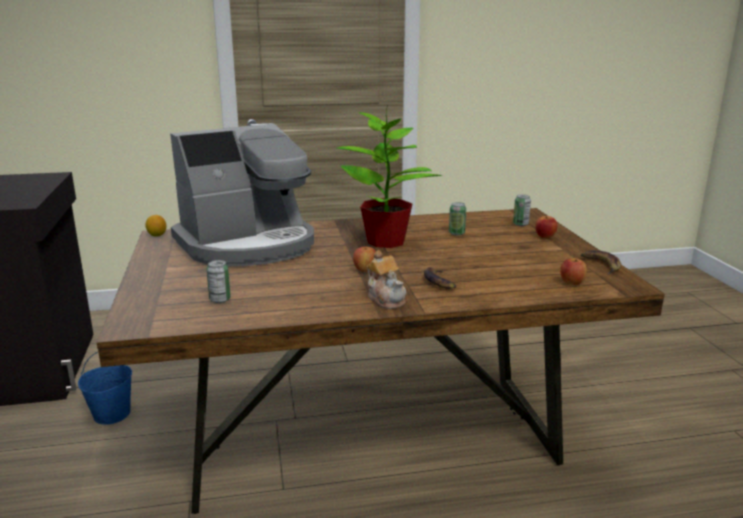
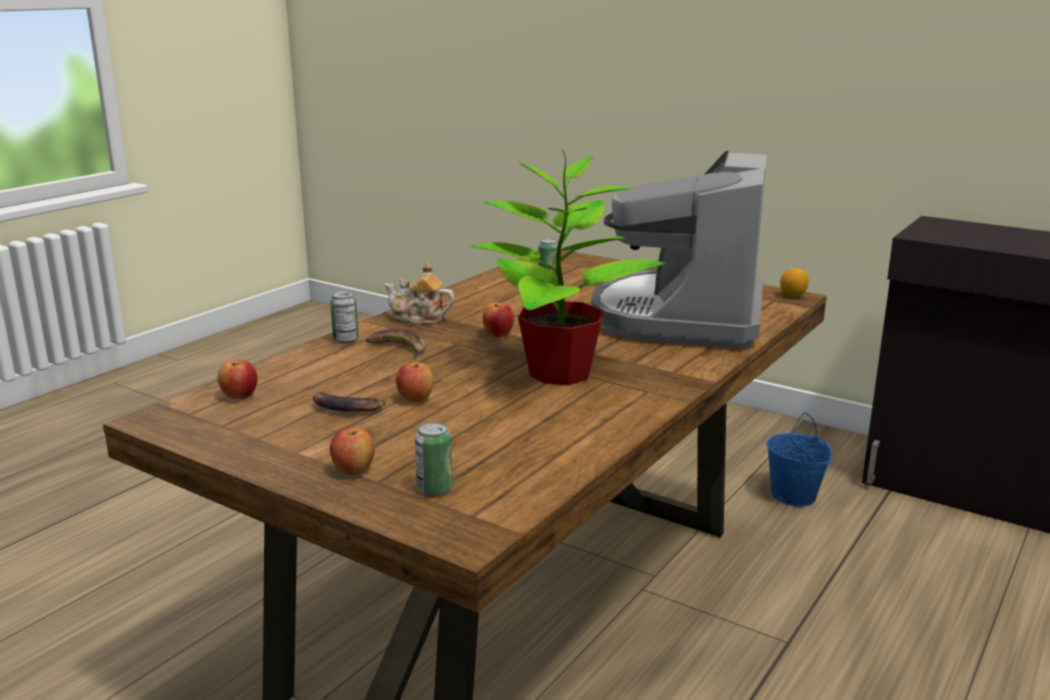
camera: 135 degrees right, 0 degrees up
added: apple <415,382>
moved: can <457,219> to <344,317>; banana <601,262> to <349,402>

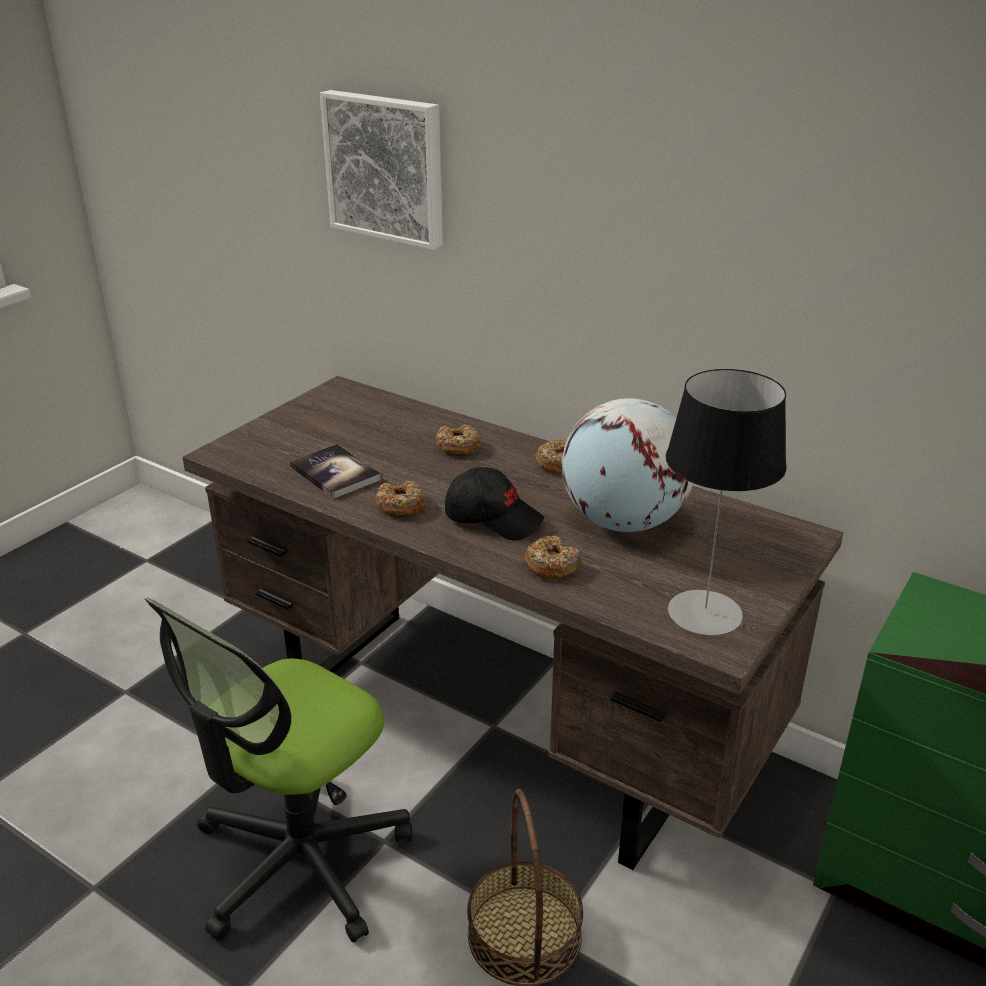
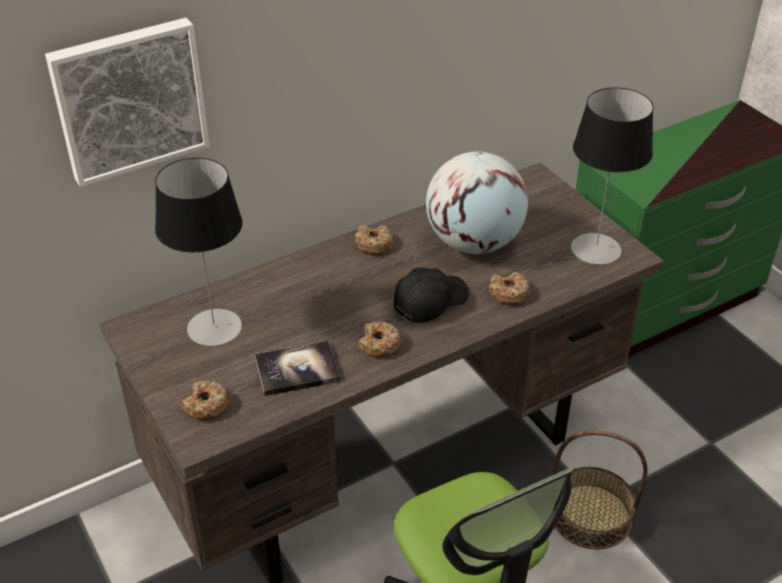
camera: 65 degrees left, 10 degrees up
added: table lamp <199,252>
moved: donut <458,440> to <206,400>

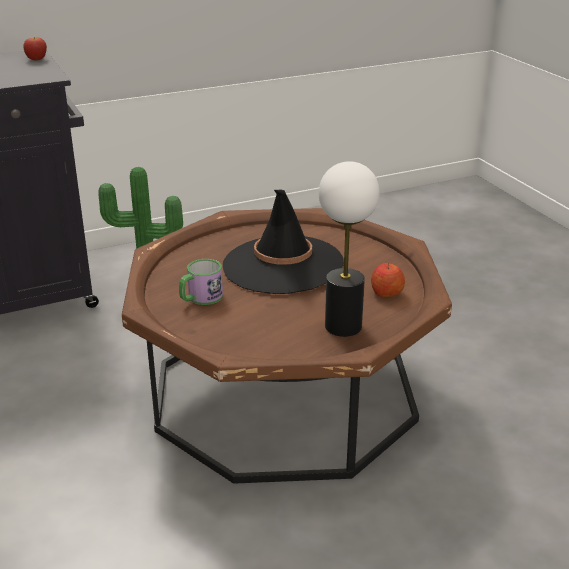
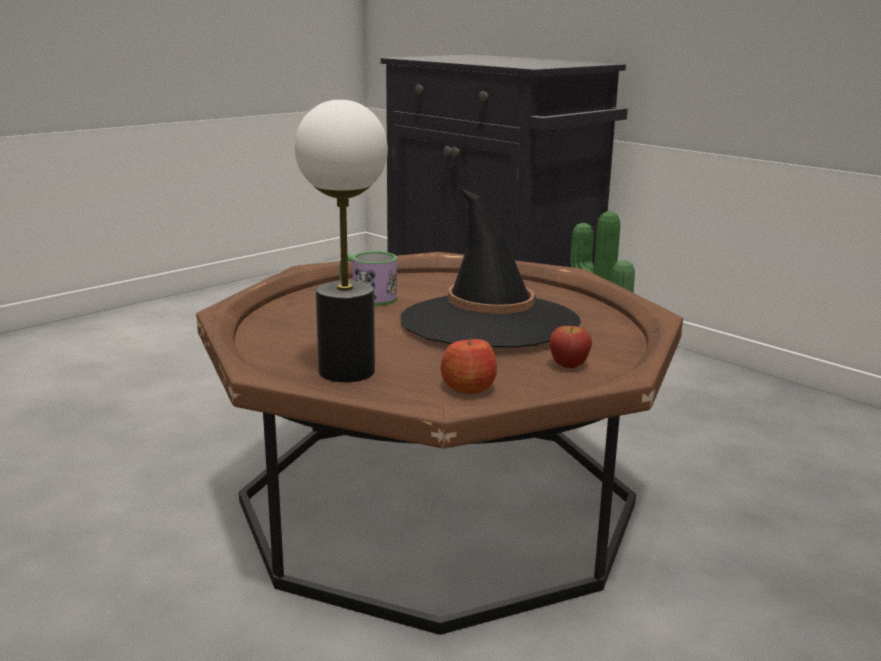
camera: 70 degrees right, 10 degrees down
moved: apple <35,48> to <570,347>

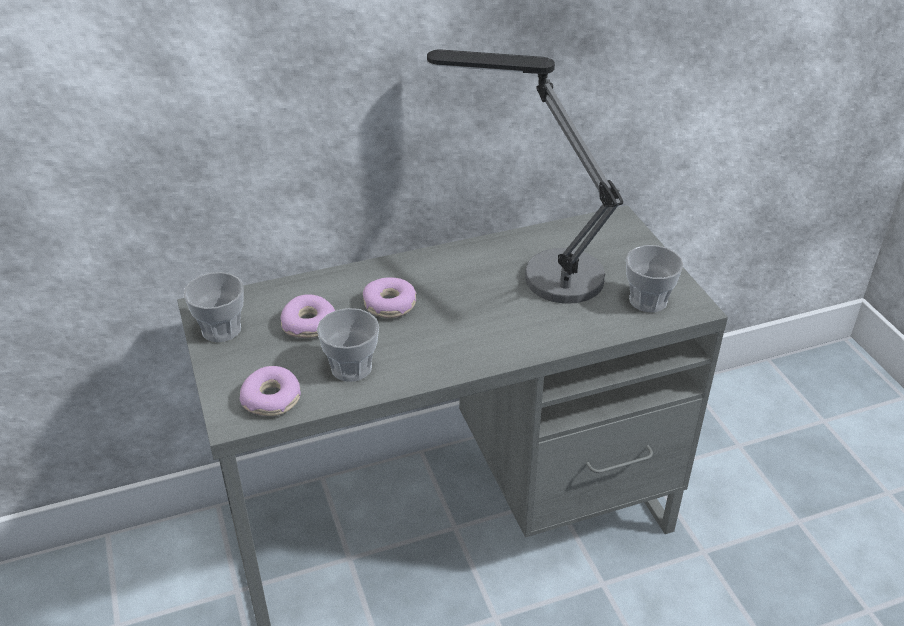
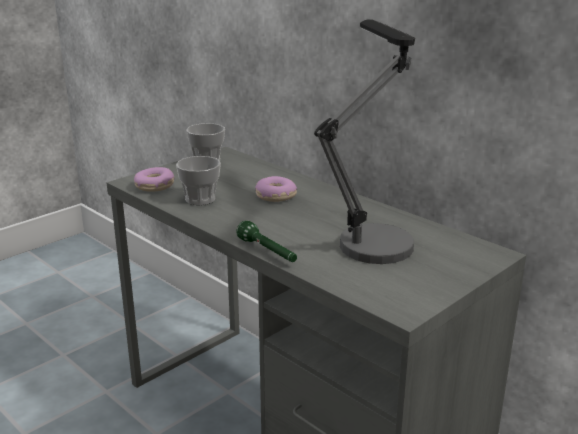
camera: 65 degrees right, 15 degrees down
removed: cup <655,278>; donut <308,316>
added: green flashlight <266,241>

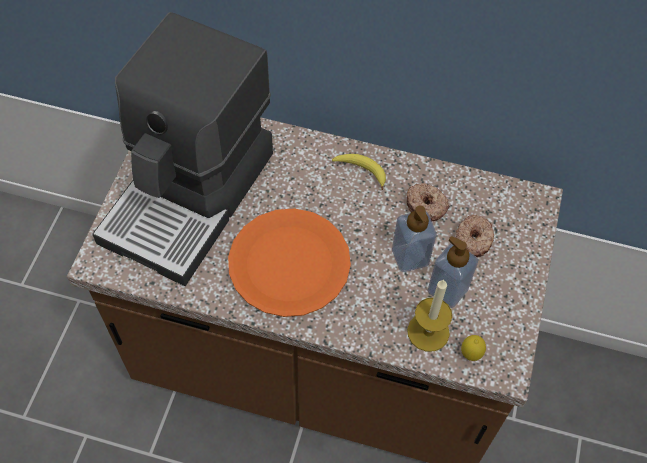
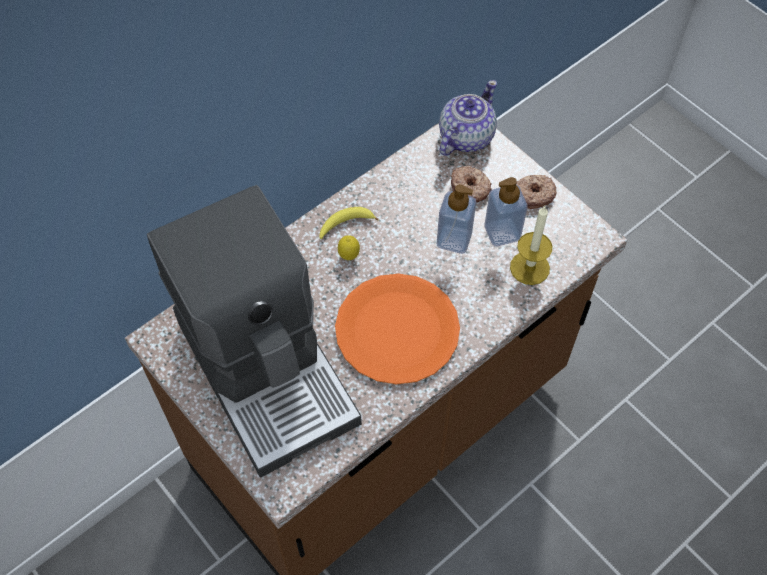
camera: 55 degrees left, 0 degrees up
added: teapot <468,118>
moved: donut <428,202> to <536,192>; lemon <473,348> to <349,247>

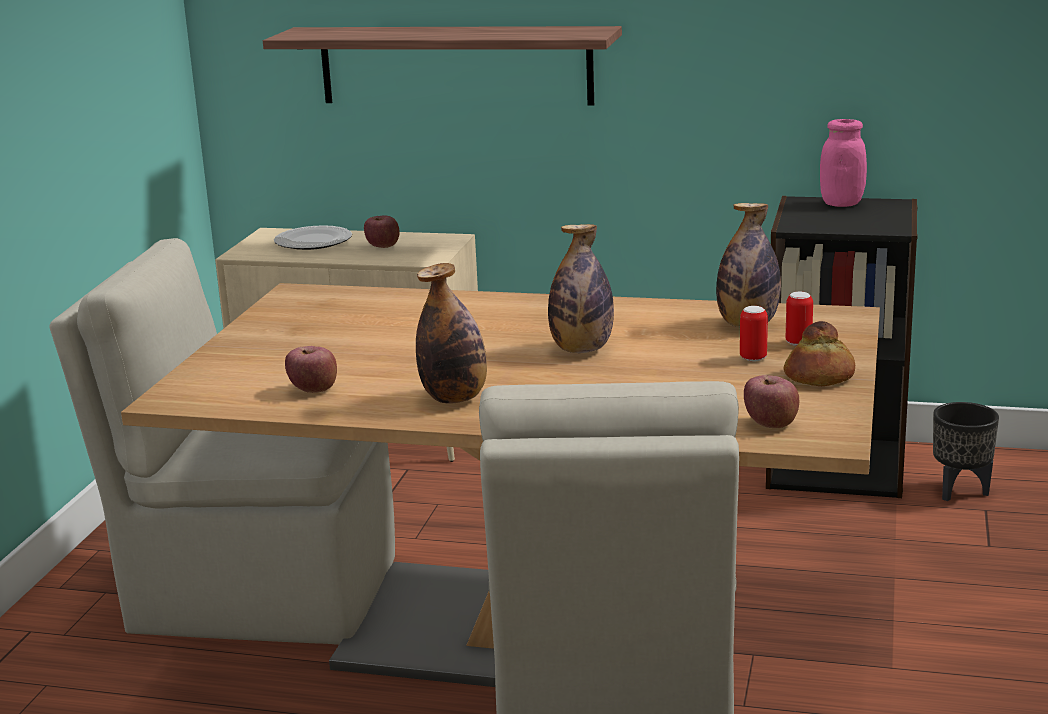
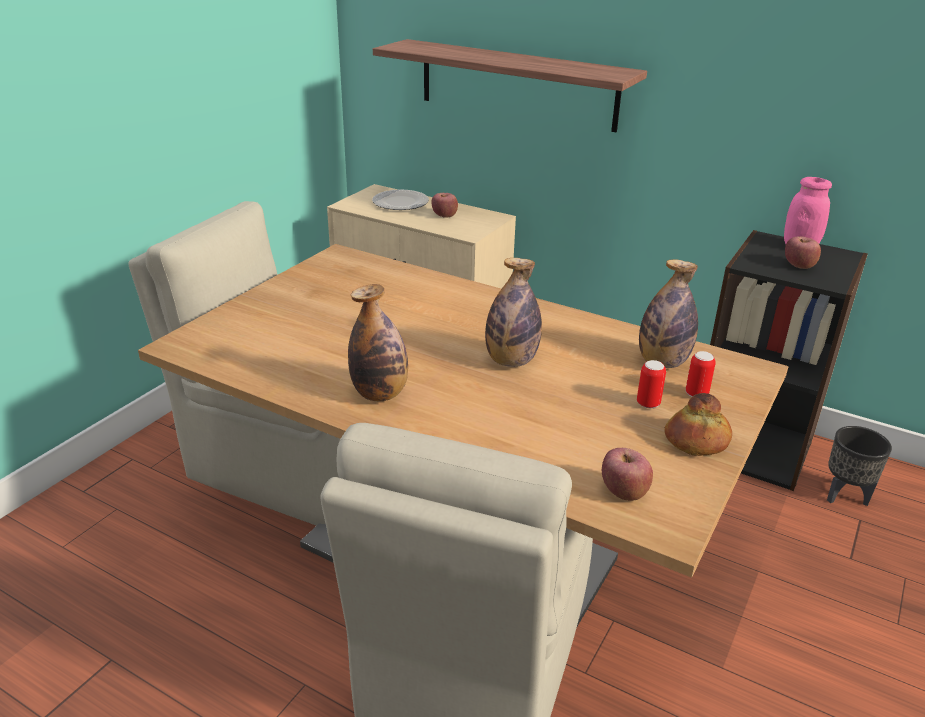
camera: 15 degrees right, 10 degrees up
moved: apple <311,369> to <803,252>

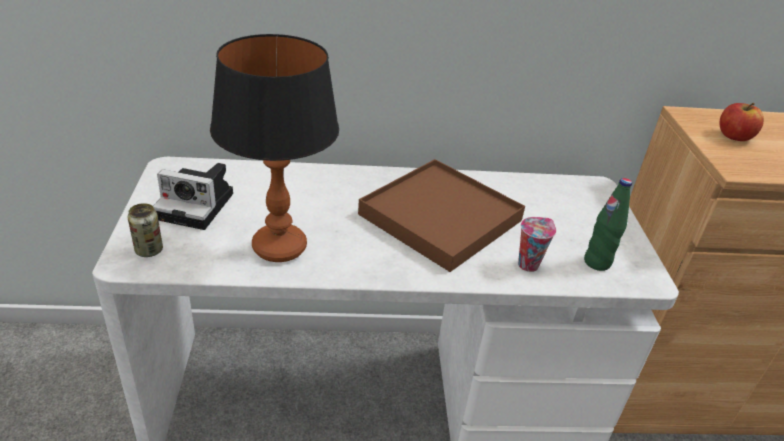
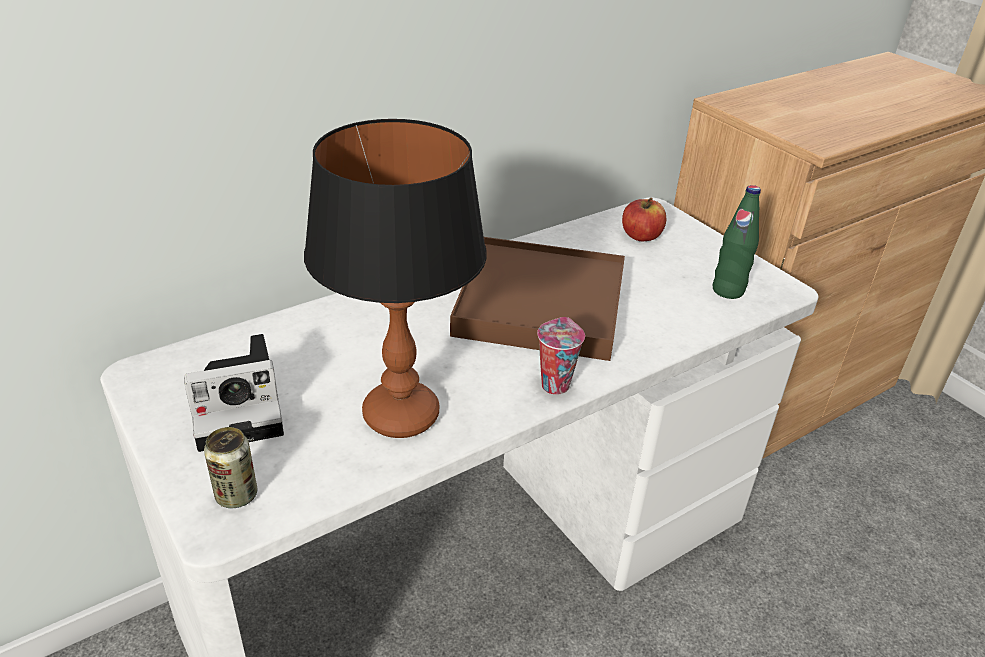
camera: 30 degrees left, 0 degrees up
moved: apple <741,122> to <644,219>; cup <537,244> to <561,356>

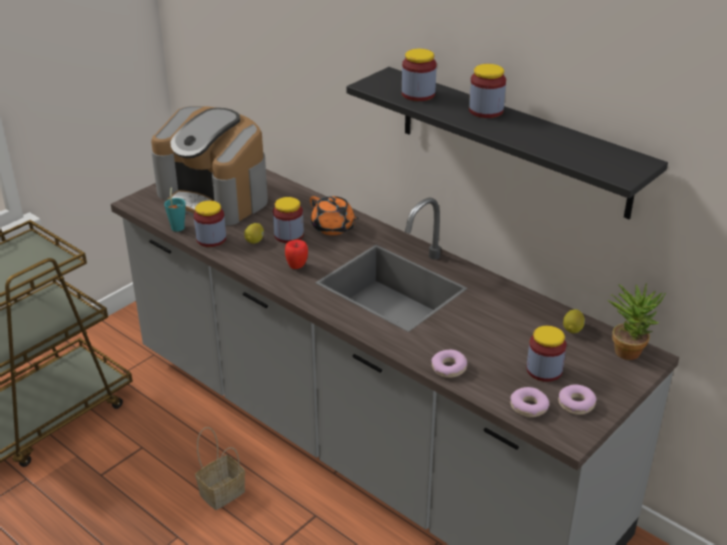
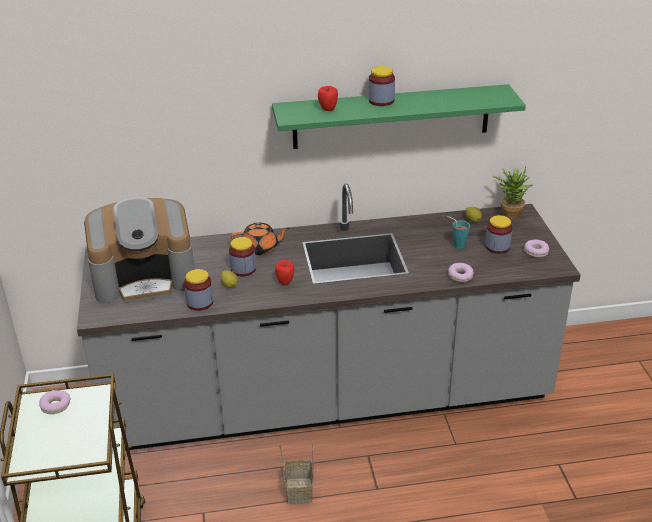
camera: 50 degrees left, 0 degrees up
moved: turquoise cup <174,209> to <458,232>; donut <529,402> to <55,402>
replaced: jar <419,75> to apple <328,98>
recoloured: black shelf <507,143> to green shelf <399,116>

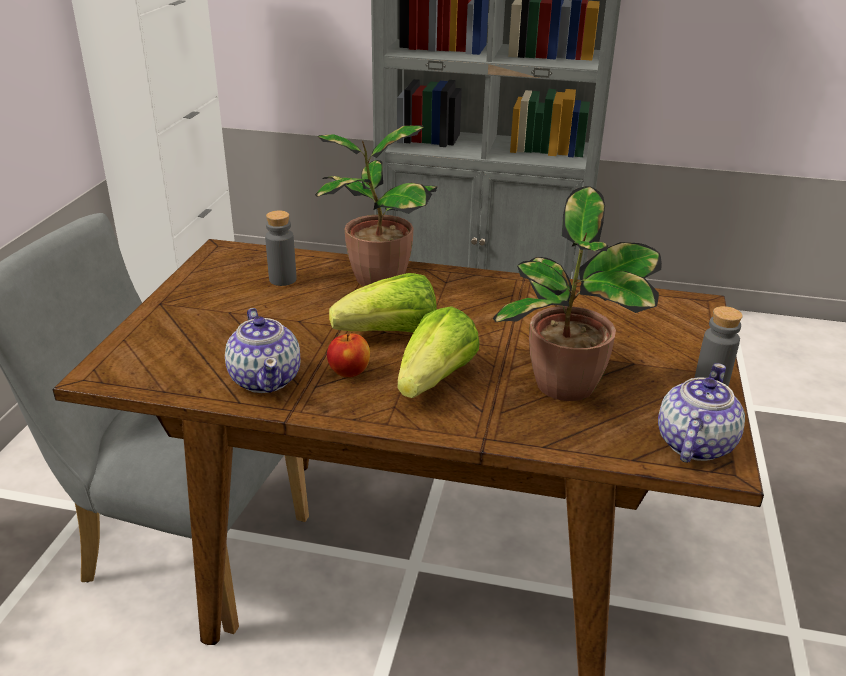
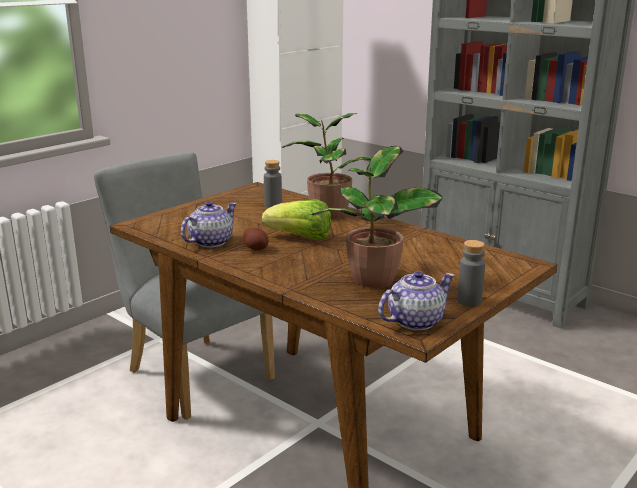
camera: 30 degrees right, 10 degrees down
removed: lettuce <438,352>
replaced: apple <348,356> to potato <255,239>
turned: teapot <263,350> = <209,224> 150 degrees counterclockwise

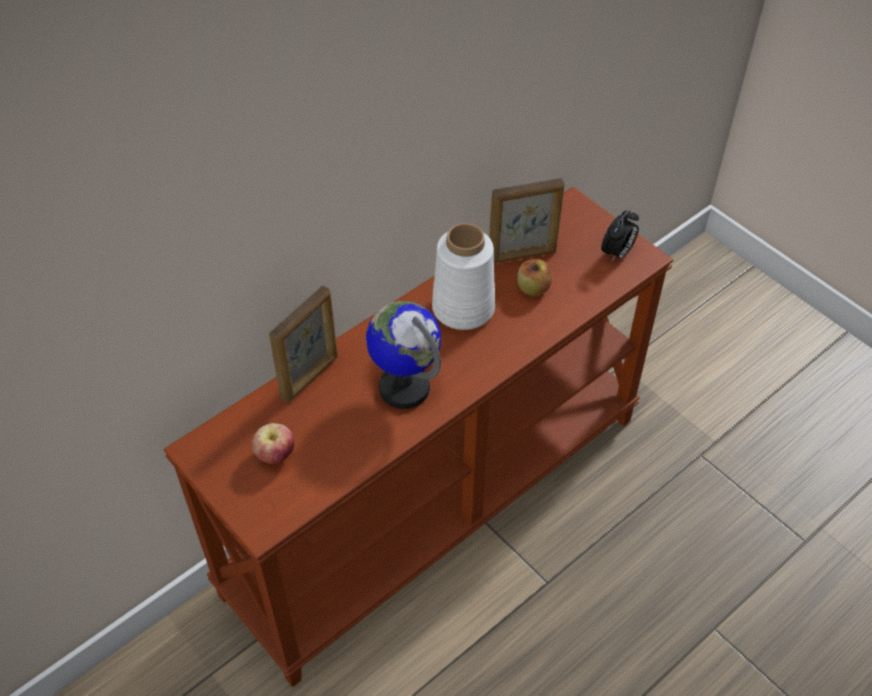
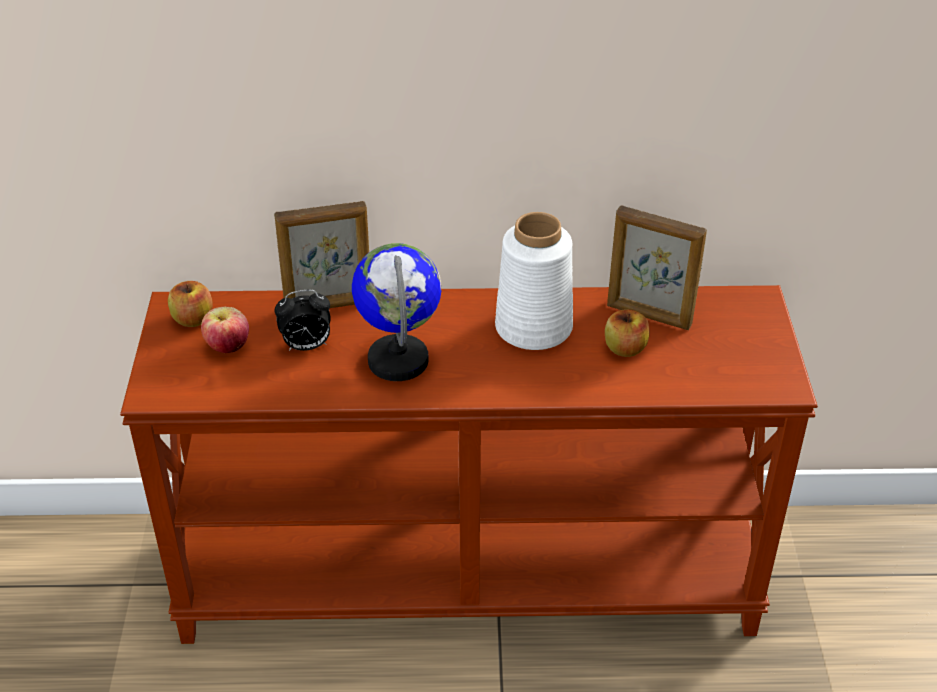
camera: 40 degrees right, 10 degrees down
added: apple <190,304>
moved: alarm clock <620,235> to <303,320>

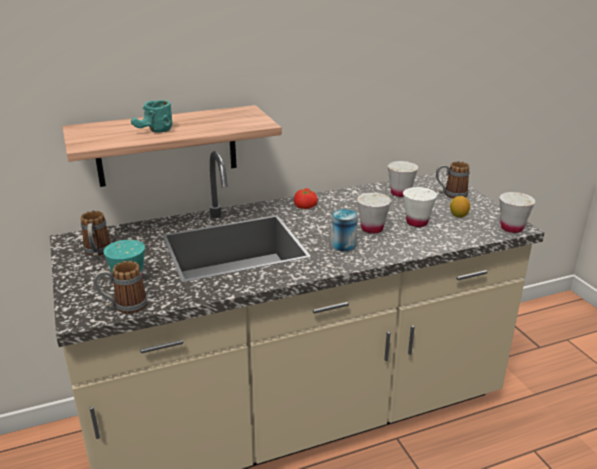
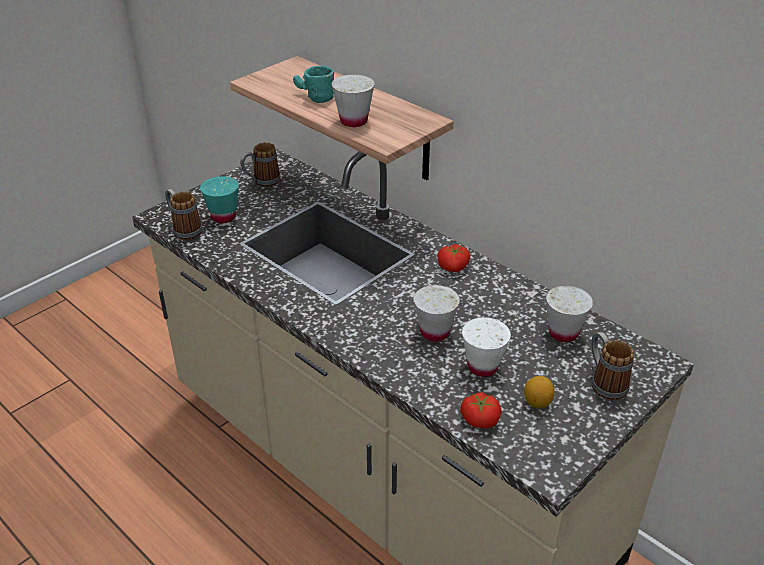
camera: 65 degrees right, 10 degrees up
removed: can <344,230>
added: tomato <481,410>
moved: white cup <517,212> to <353,101>

